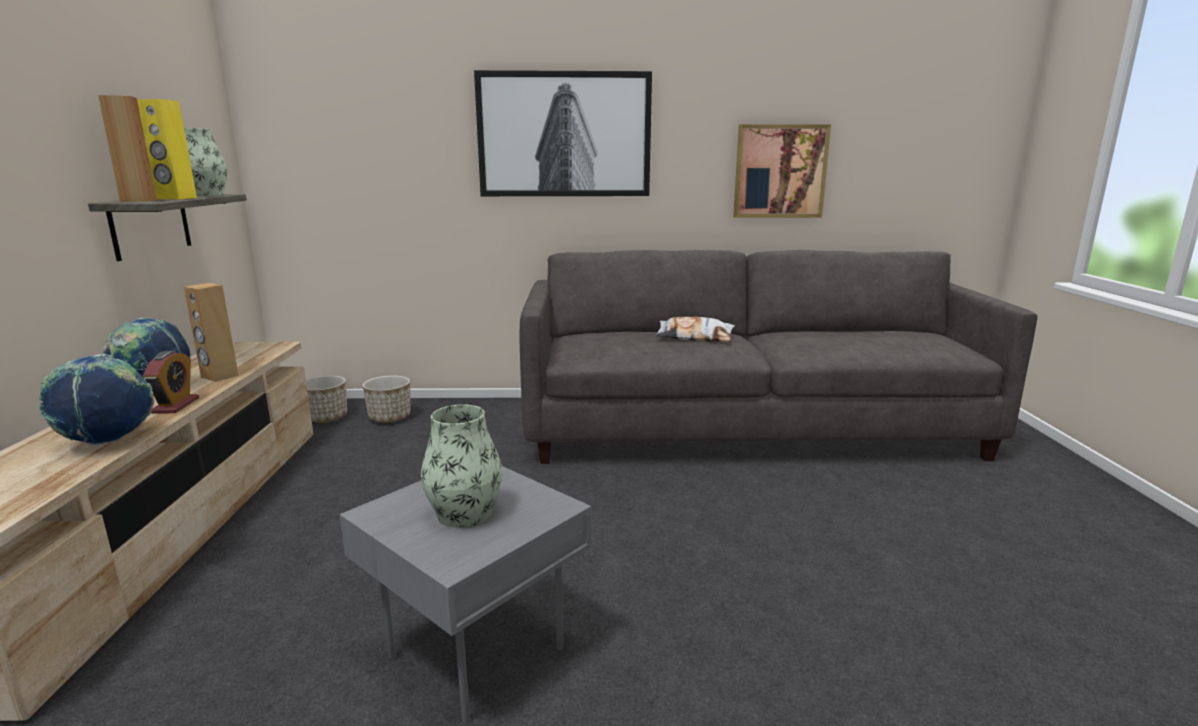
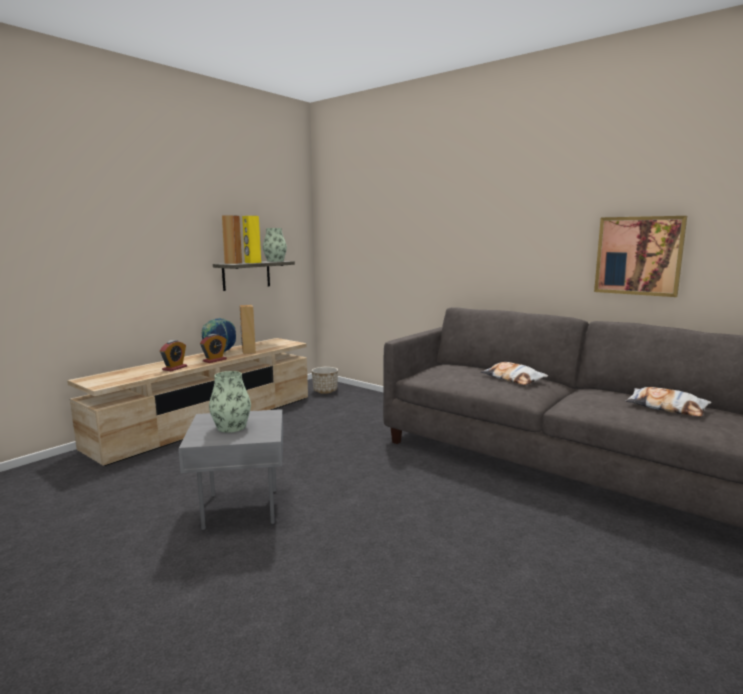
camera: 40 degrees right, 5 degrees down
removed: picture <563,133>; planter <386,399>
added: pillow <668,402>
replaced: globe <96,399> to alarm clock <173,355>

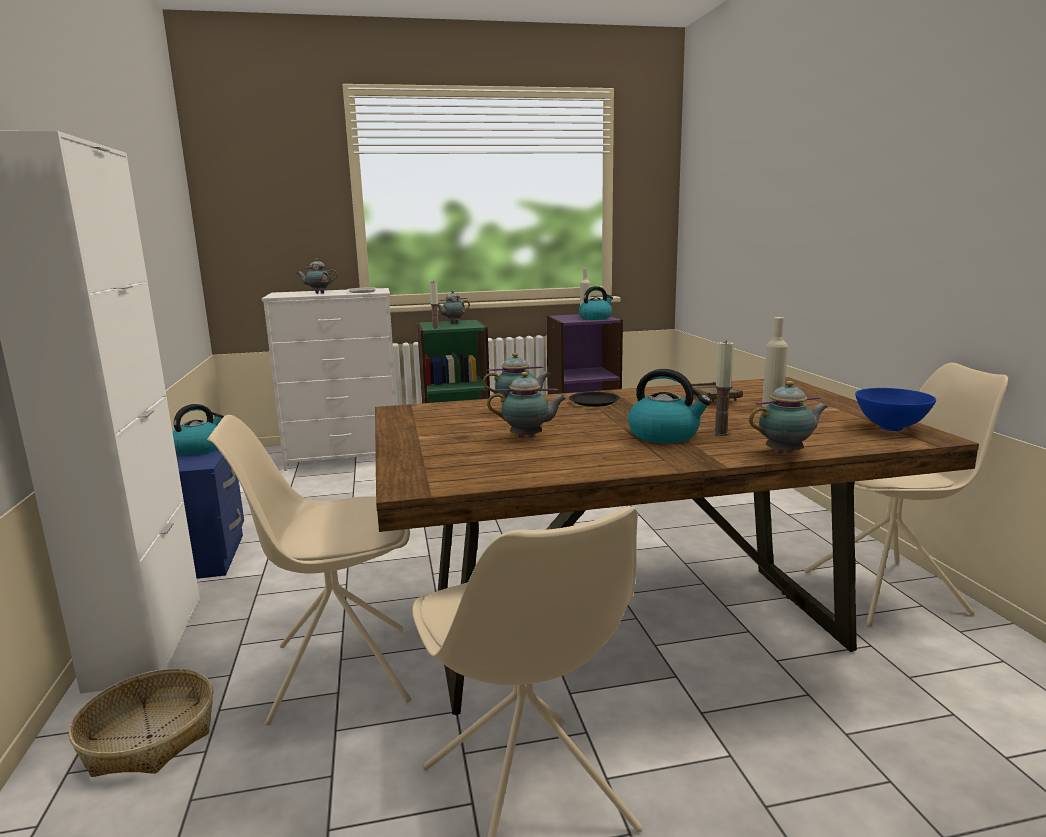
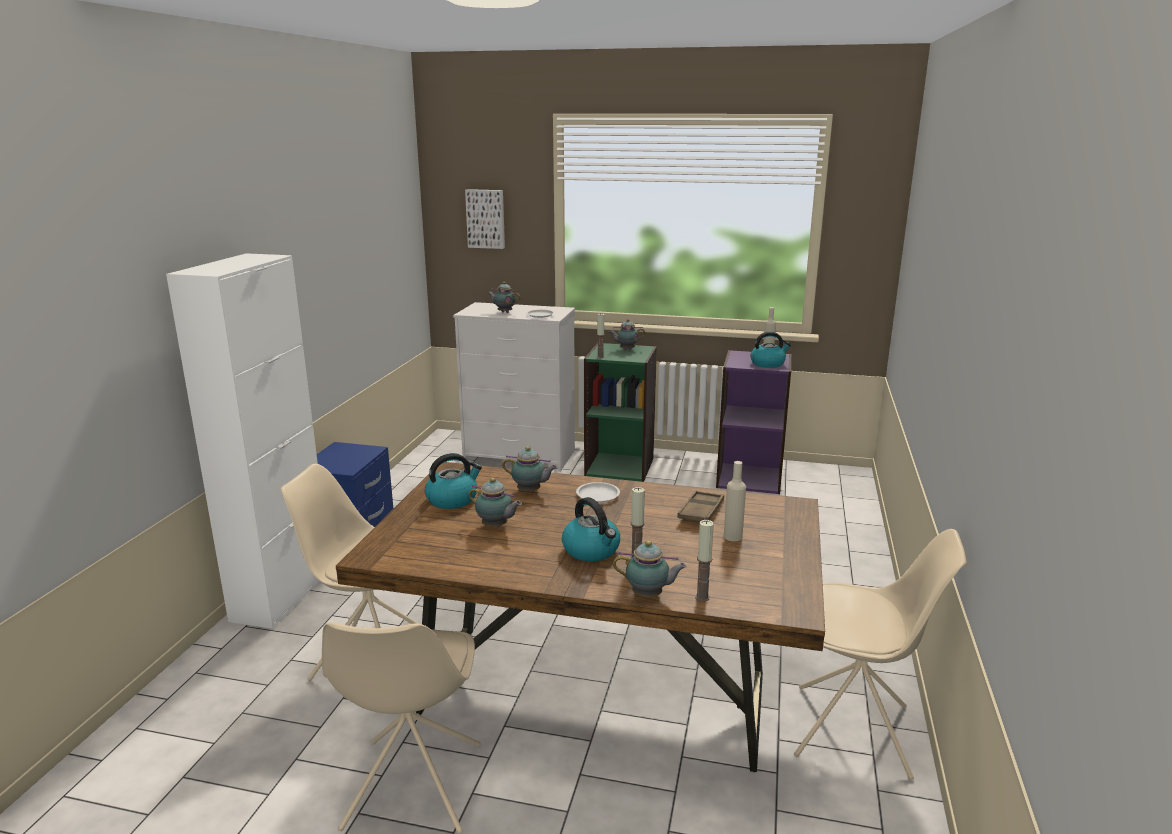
camera: 25 degrees right, 5 degrees up
removed: blue bowl <895,409>; basket <141,722>
added: picture <485,219>; candle <704,561>
moved: kettle <198,429> to <453,481>
recoloured: black plate <594,399> to white plate <598,492>

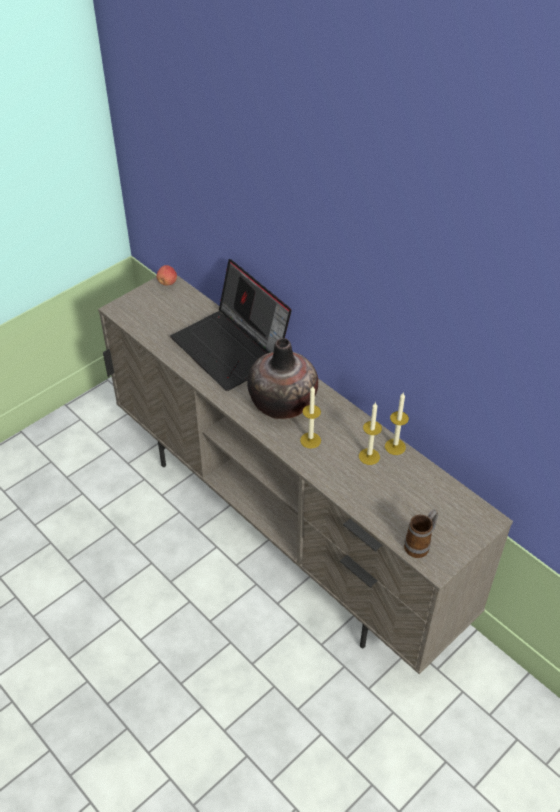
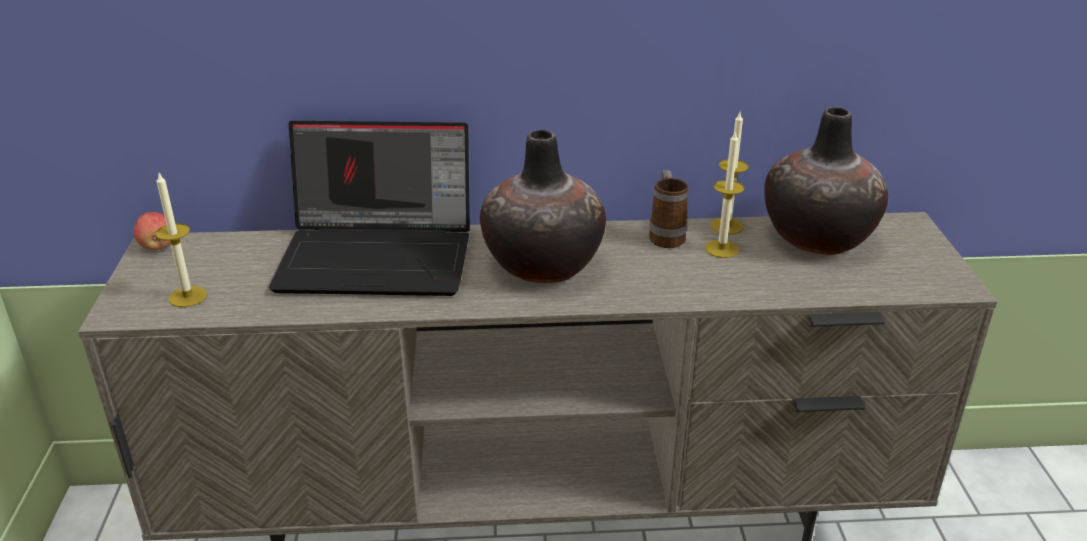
camera: 50 degrees left, 15 degrees down
added: vase <826,181>
moved: candle <310,417> to <181,240>; mug <421,533> to <668,209>

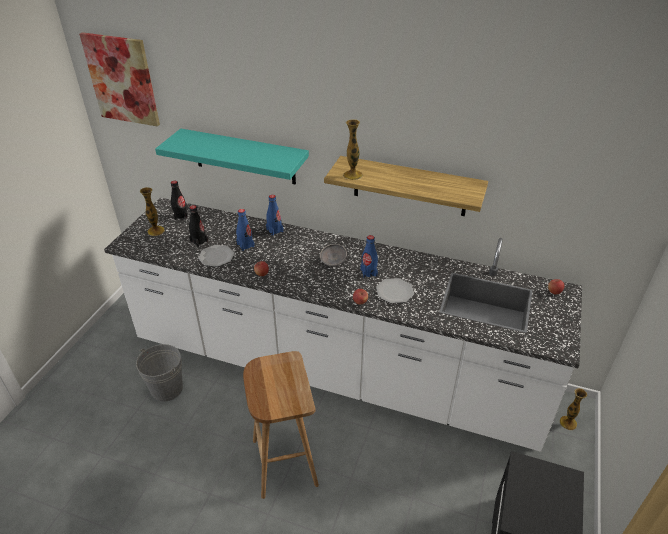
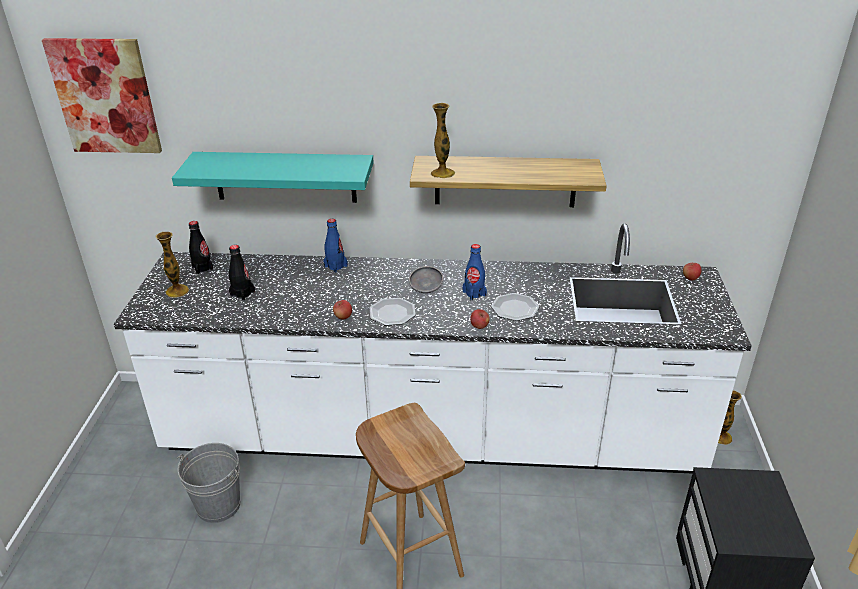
camera: 15 degrees left, 5 degrees down
removed: blue bottle <245,230>
moved: plate <216,256> to <393,312>

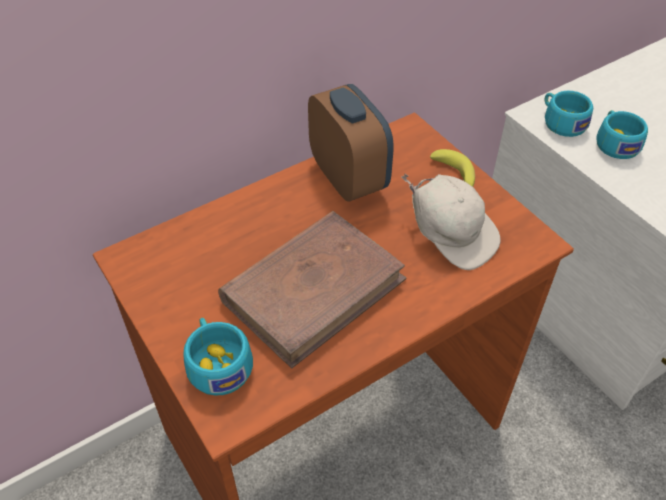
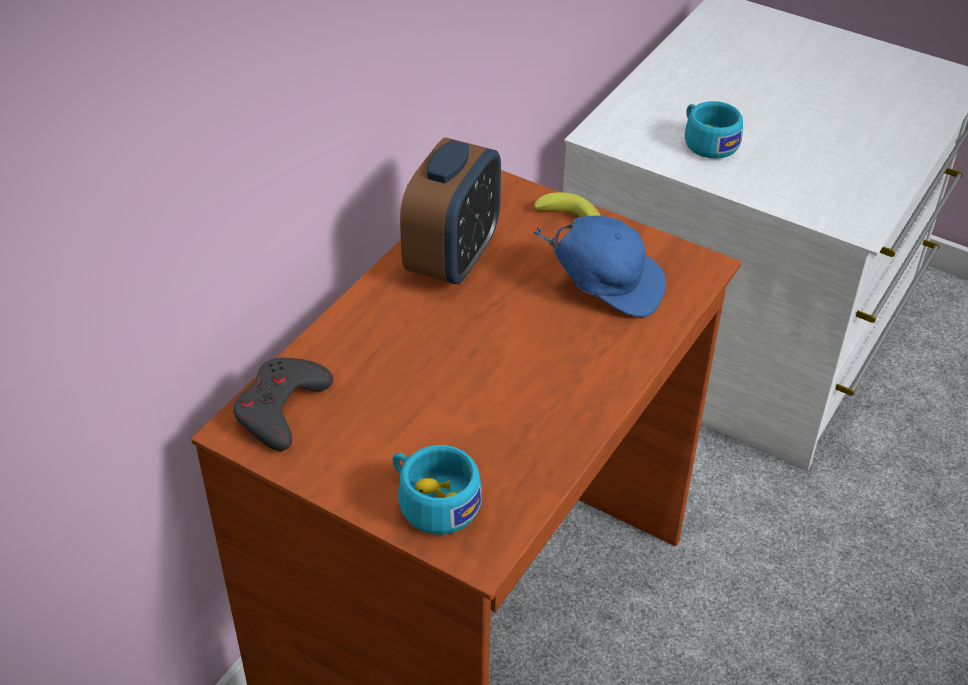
camera: 25 degrees left, 5 degrees down
removed: turquoise cup <568,114>; brown book <312,289>
added: grey game controller <283,404>
recoloured: white cap <451,222> to blue cap <599,266>
turned: alarm clock <351,143> = <450,211> 75 degrees clockwise

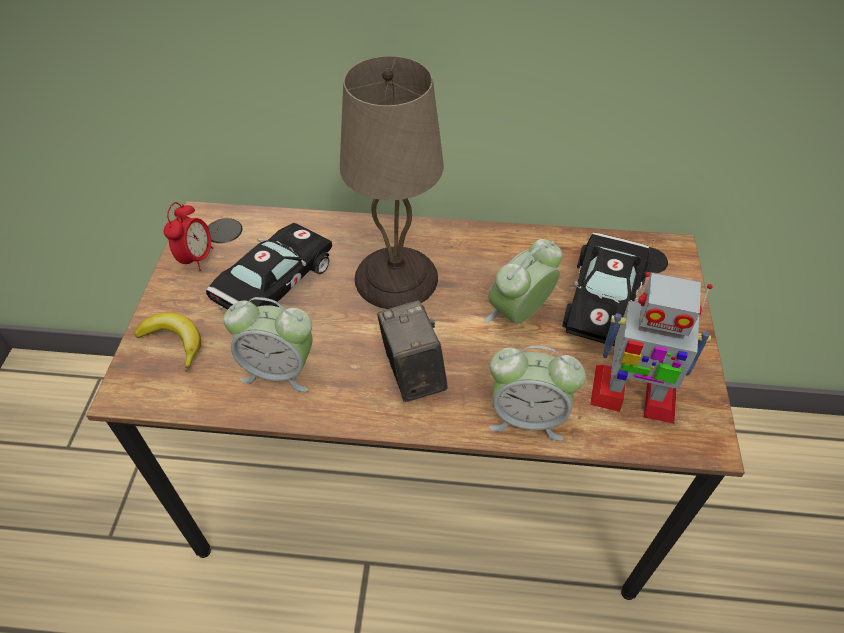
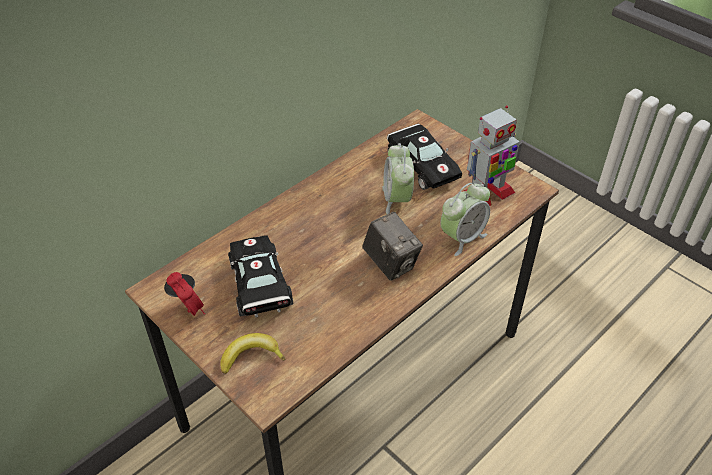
camera: 50 degrees left, 5 degrees down
removed: beige table lamp <392,182>; alarm clock <267,344>
turned: photo camera <412,351> = <392,246> 150 degrees counterclockwise

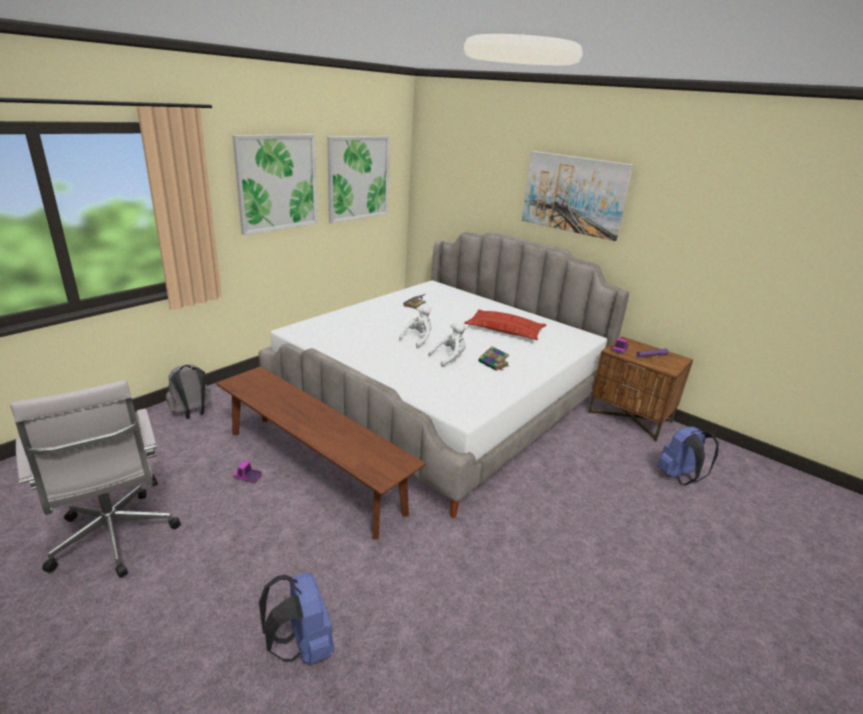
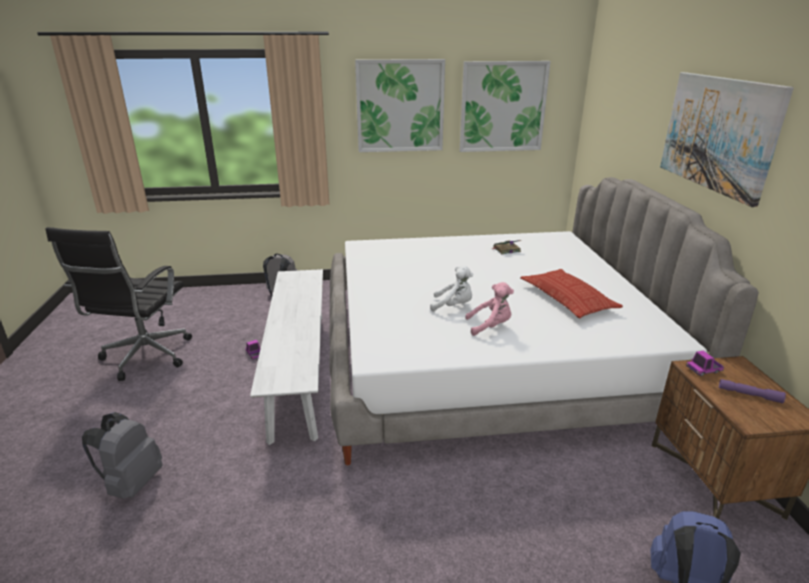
camera: 45 degrees right, 0 degrees up
removed: white plush toy <415,326>
replaced: book <494,358> to pink plush toy <489,309>
recoloured: brown bench <321,453> to white bench <286,357>; white office chair <95,479> to black office chair <119,304>; blue backpack <296,618> to grey backpack <122,455>

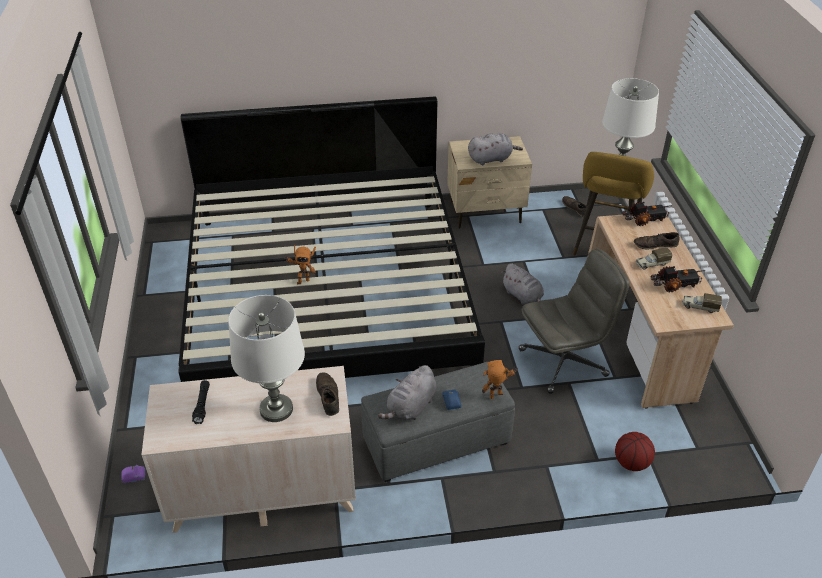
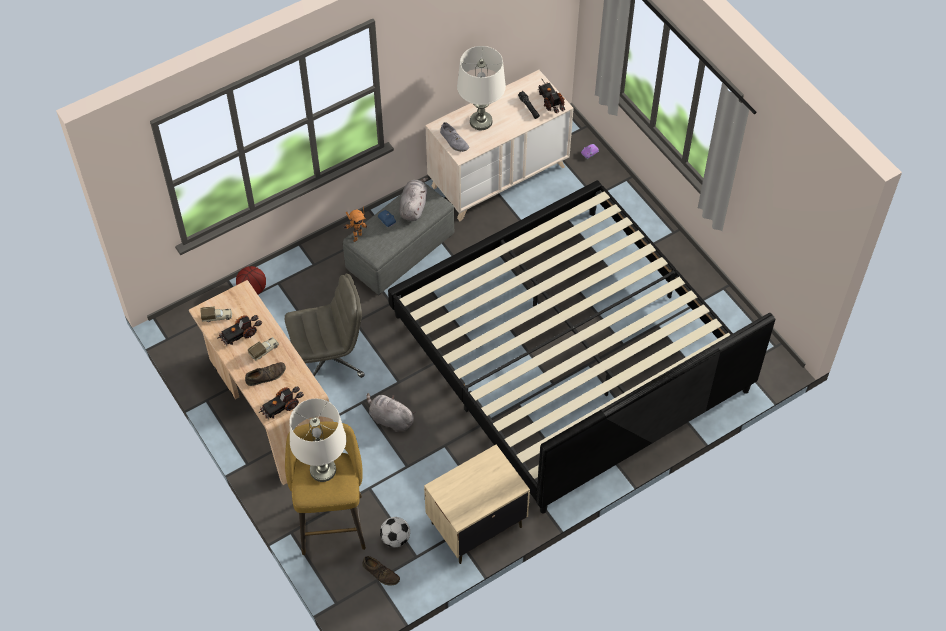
camera: 155 degrees right, 15 degrees up
removed: grey plush toy <495,149>; toy robot <300,264>
added: toy truck <551,96>; football <395,532>
recoloured: brown shoe <327,394> to grey shoe <454,137>
turned: grey office chair <574,321> = <325,326> 150 degrees counterclockwise

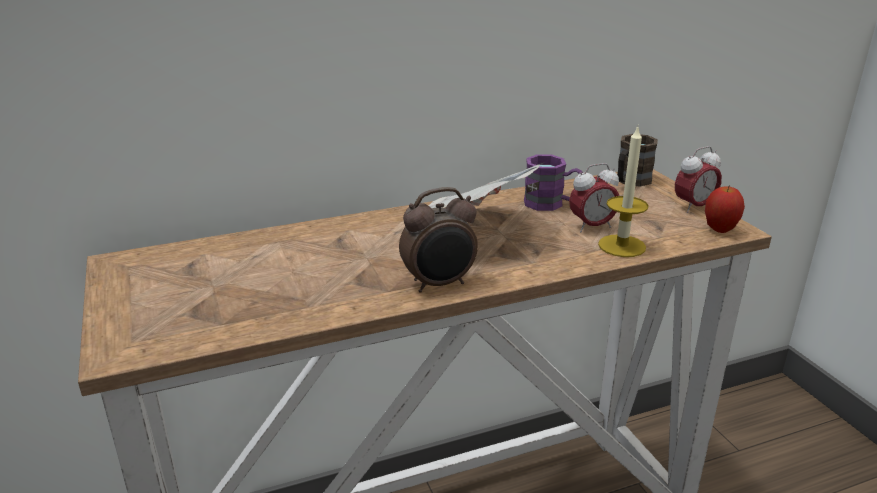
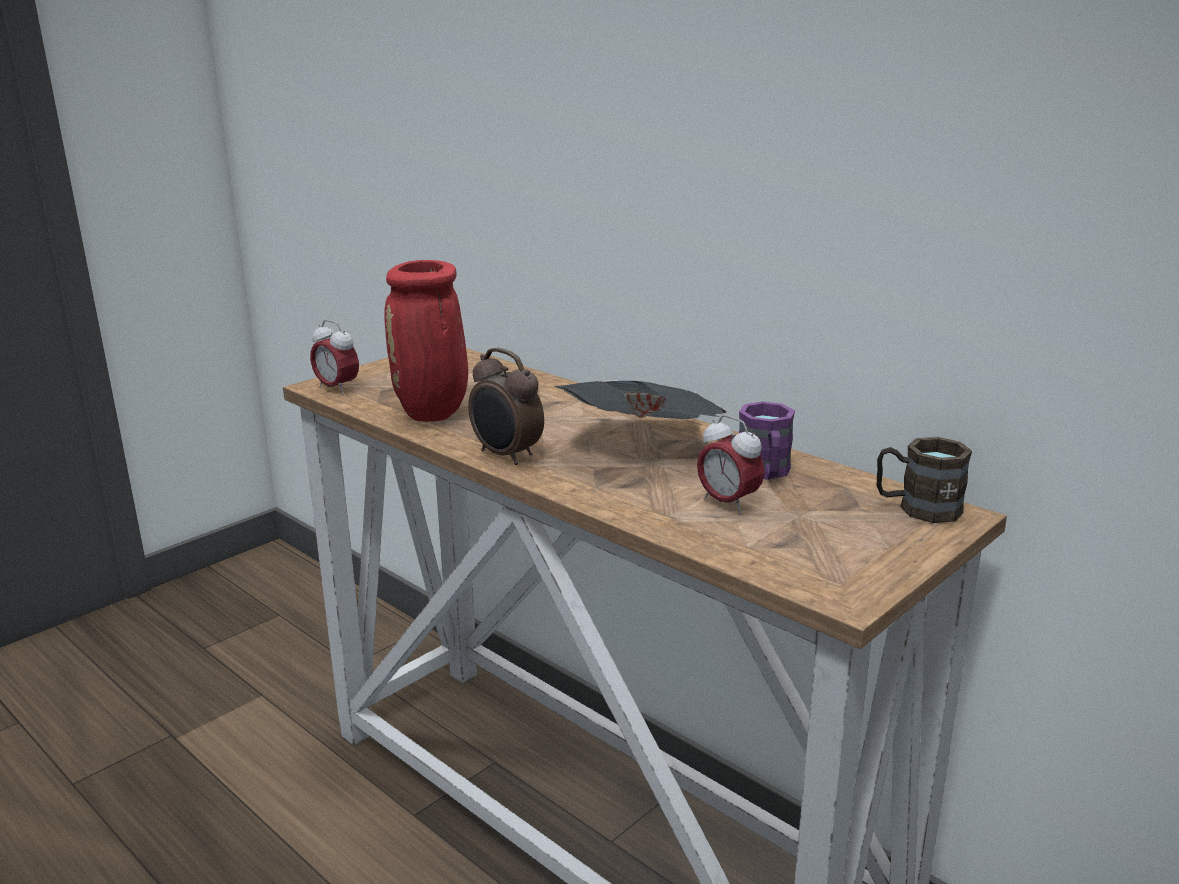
camera: 65 degrees right, 5 degrees down
removed: candle <623,191>; apple <725,209>
added: red vase <426,341>
moved: alarm clock <698,179> to <334,357>

